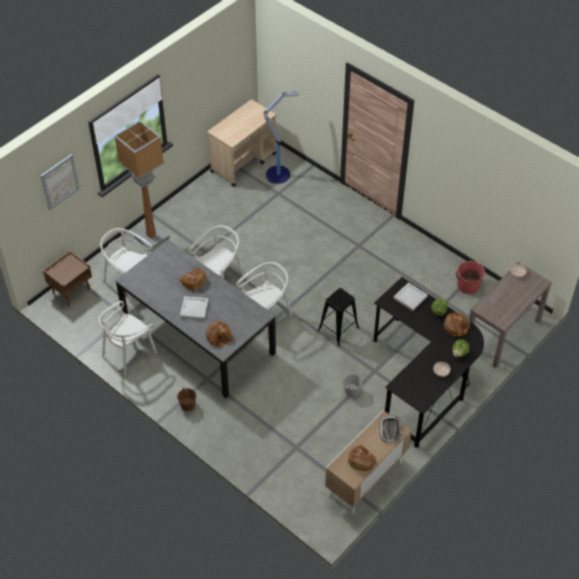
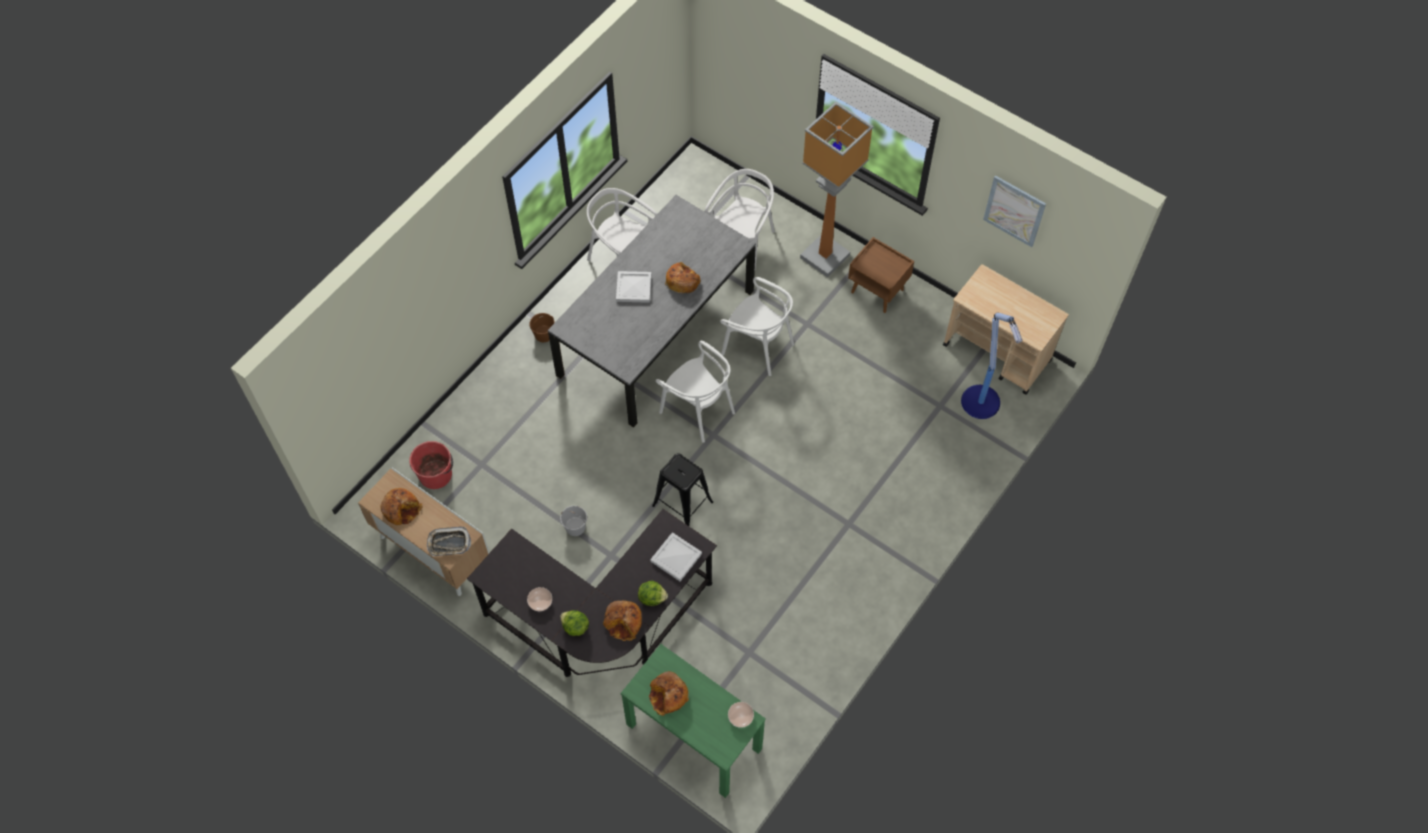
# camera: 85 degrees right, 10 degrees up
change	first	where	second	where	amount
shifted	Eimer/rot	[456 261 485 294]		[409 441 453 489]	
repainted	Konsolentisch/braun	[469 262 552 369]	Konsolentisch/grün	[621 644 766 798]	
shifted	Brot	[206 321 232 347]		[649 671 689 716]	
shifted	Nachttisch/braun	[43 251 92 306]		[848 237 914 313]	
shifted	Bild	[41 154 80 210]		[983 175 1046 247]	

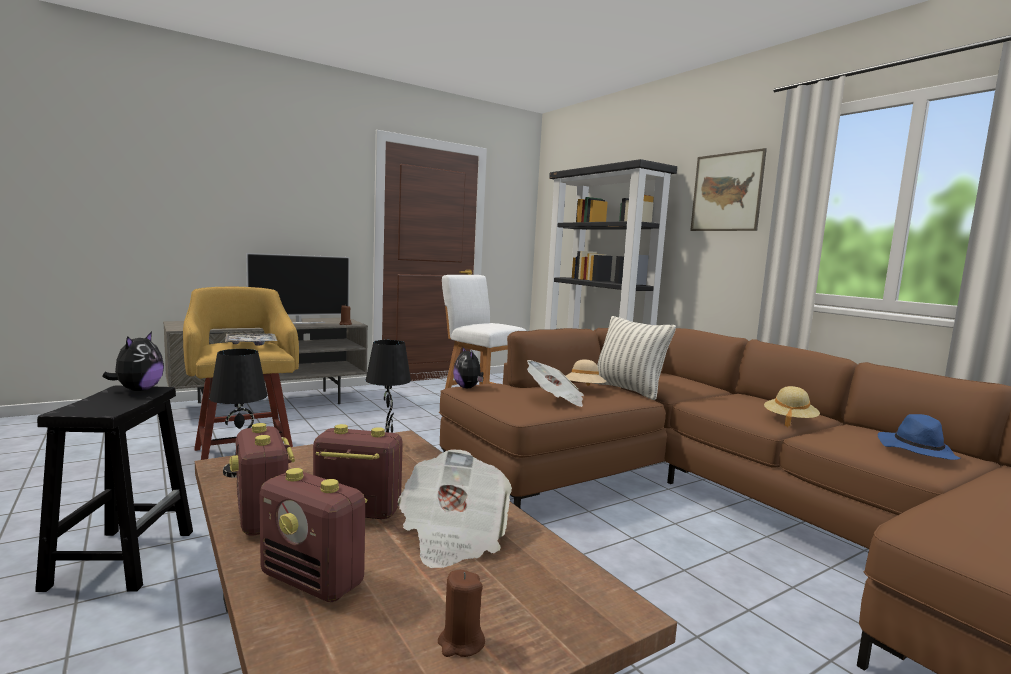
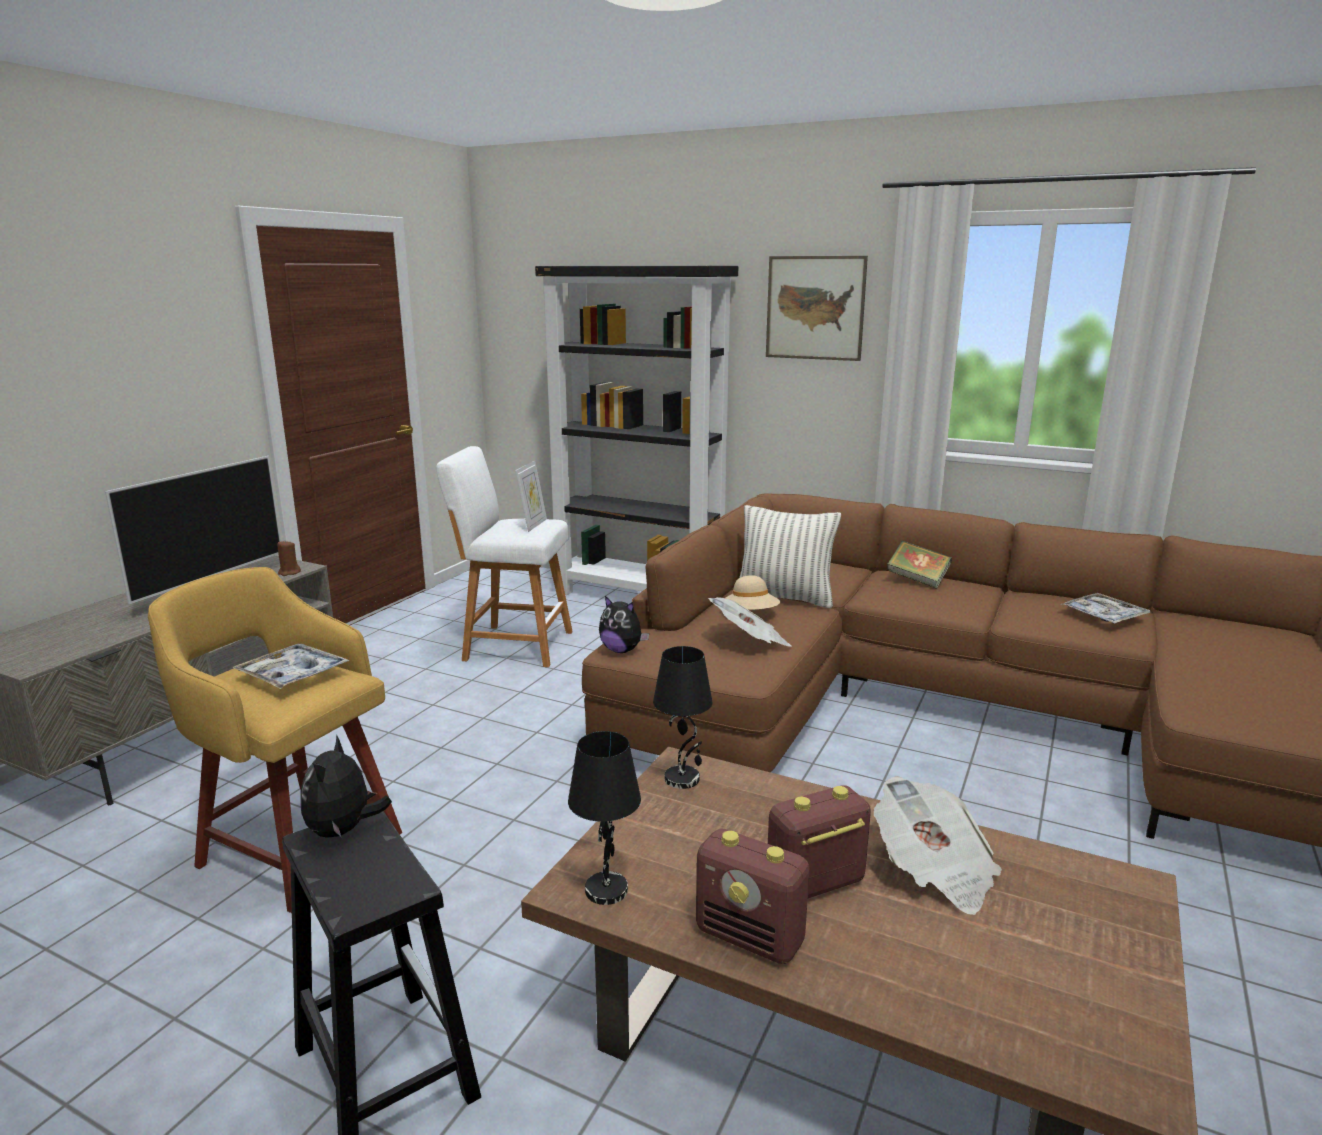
# camera: 30 degrees left, 10 degrees up
change	first	where	second	where	amount
rotated	Plüschtier	[102 332 164 391]		[300 734 392 838]	150 degrees counterclockwise
new			Bilderrahmen	[515 461 547 532]	
new			Buch	[887 541 952 589]	
swapped	Hut/blau	[878 414 960 460]	Tablett	[1060 593 1151 623]	
gone	Radio	[259 468 367 602]			
gone	Kerze/braun	[438 570 485 657]			
gone	Hut/beige	[764 386 820 427]			

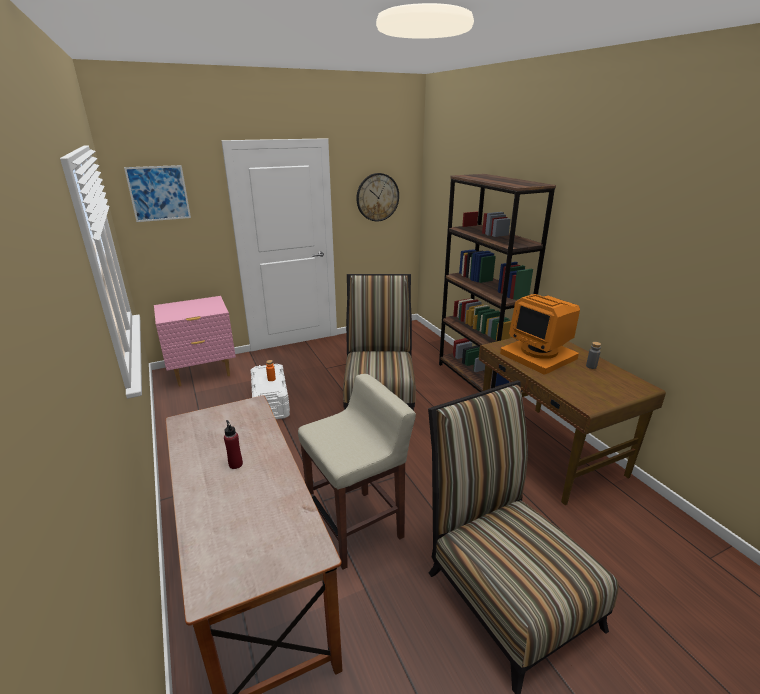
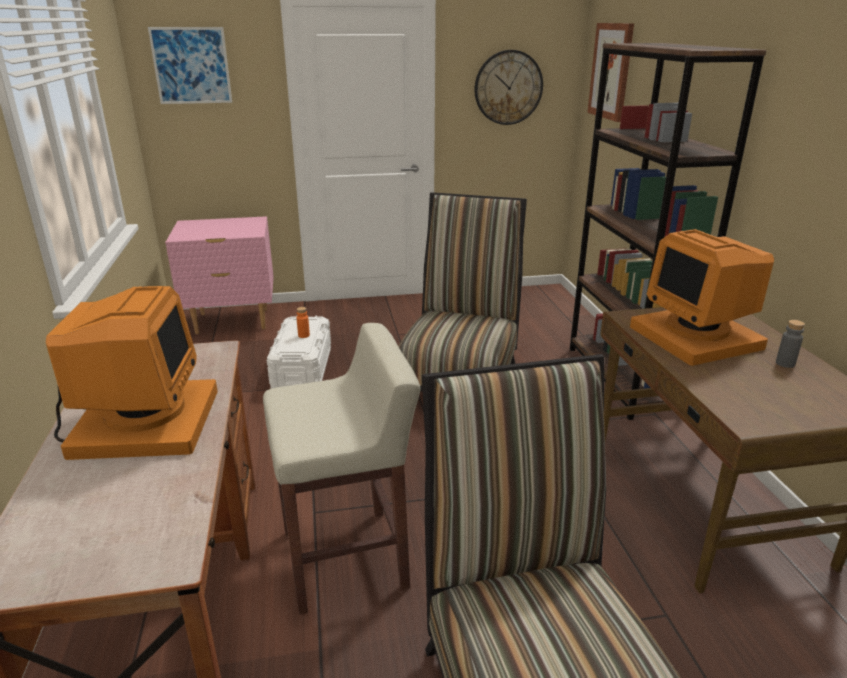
# camera: 15 degrees right, 0 degrees up
change	first	where	second	where	amount
swapped	Flasche/rot	[224 420 243 469]	Monitor	[46 286 218 460]	
new			Bild	[587 23 634 122]	

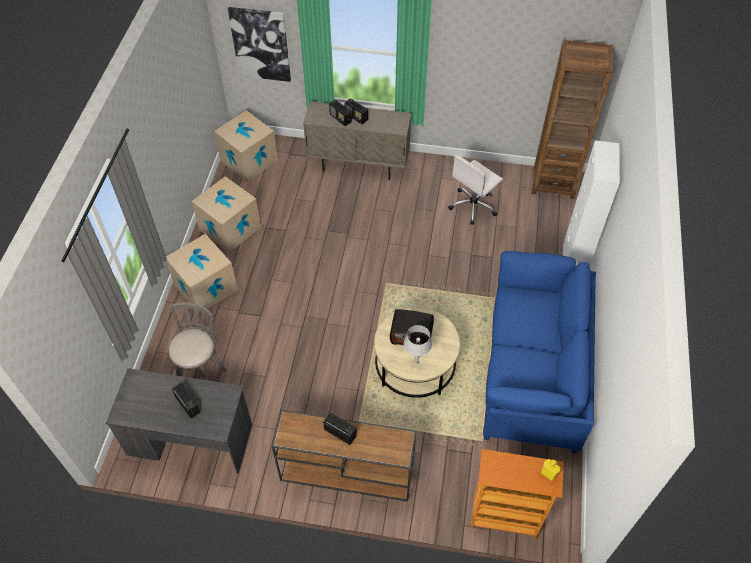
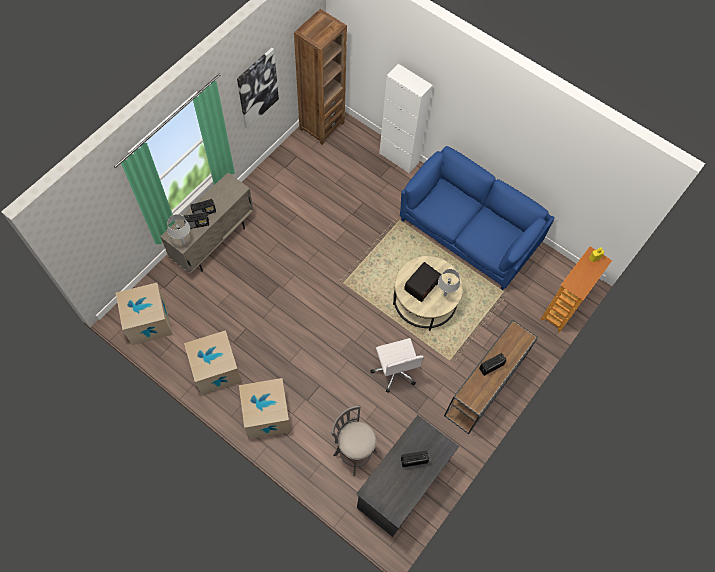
# camera: 65 degrees left, 10 degrees up
change	first	where	second	where	amount
new			Tischlampe/grau	[167 214 190 245]	
shifted	Bild	[228 7 291 82]		[237 48 279 128]	
shifted	Bürostuhl/weiß	[448 155 503 225]		[371 338 424 393]	

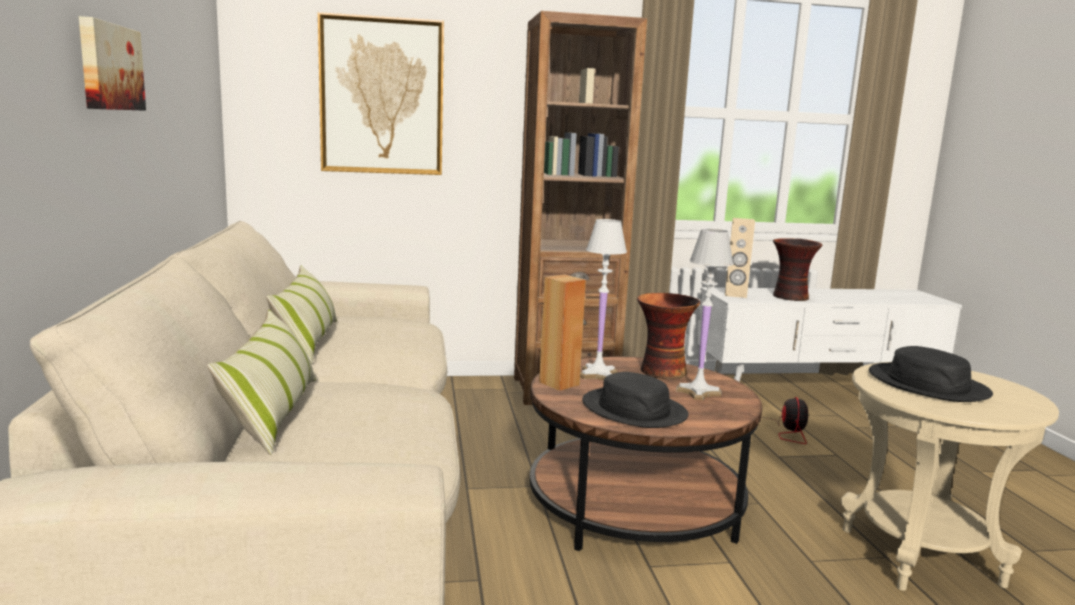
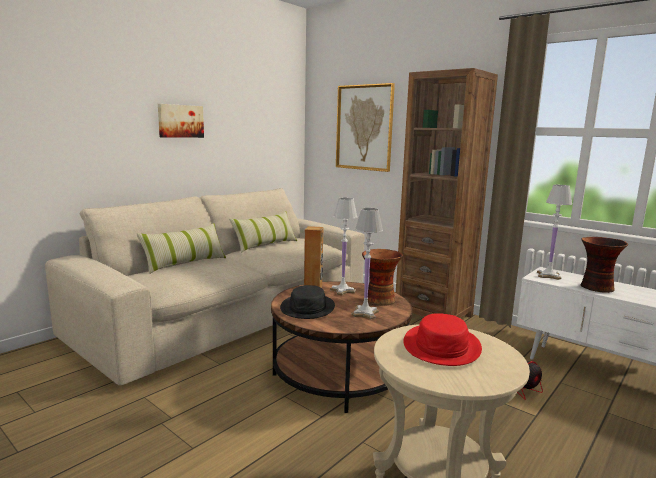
# camera: 50 degrees right, 0 degrees up
change	first	where	second	where	amount
repainted	Hut/schwarz	[869 346 993 402]	Hut/rot	[403 313 482 366]	
swapped	Lautsprecher/beige	[725 218 755 298]	Tischlampe/weiß	[537 185 572 280]	

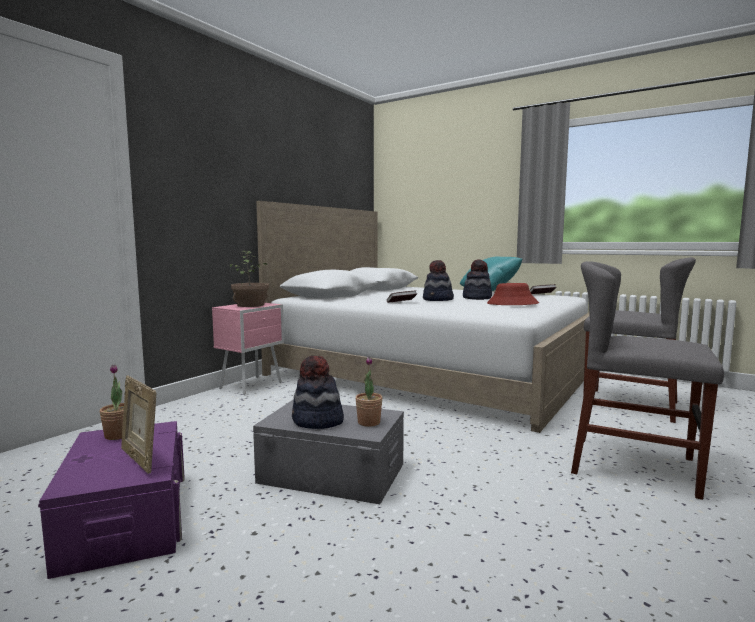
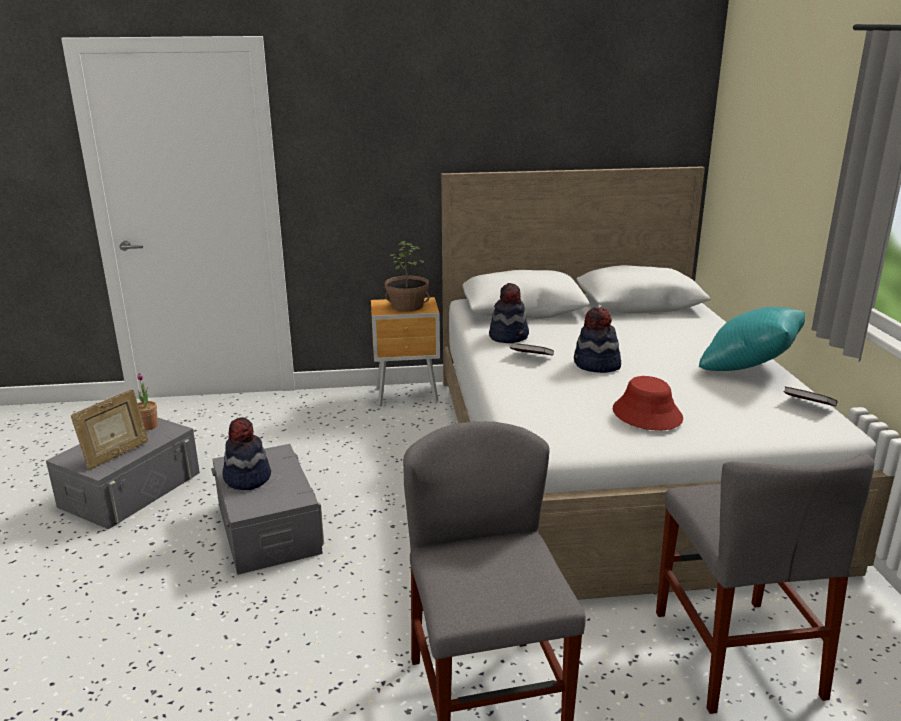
# camera: 50 degrees right, 15 degrees up
change	first	where	second	where	amount
repainted	Aufbewahrungsbox/lila	[38 421 185 579]	Aufbewahrungsbox/grau	[46 417 200 529]	
rotated	Bilderrahmen	[121 375 156 474]		[71 389 148 469]	150 degrees counterclockwise
repainted	Nachttisch/rosa	[212 303 284 395]	Nachttisch/braun	[371 297 440 406]	
shifted	Hut	[463 260 492 300]		[489 283 529 343]	
gone	Topfpflanze	[355 357 383 427]			

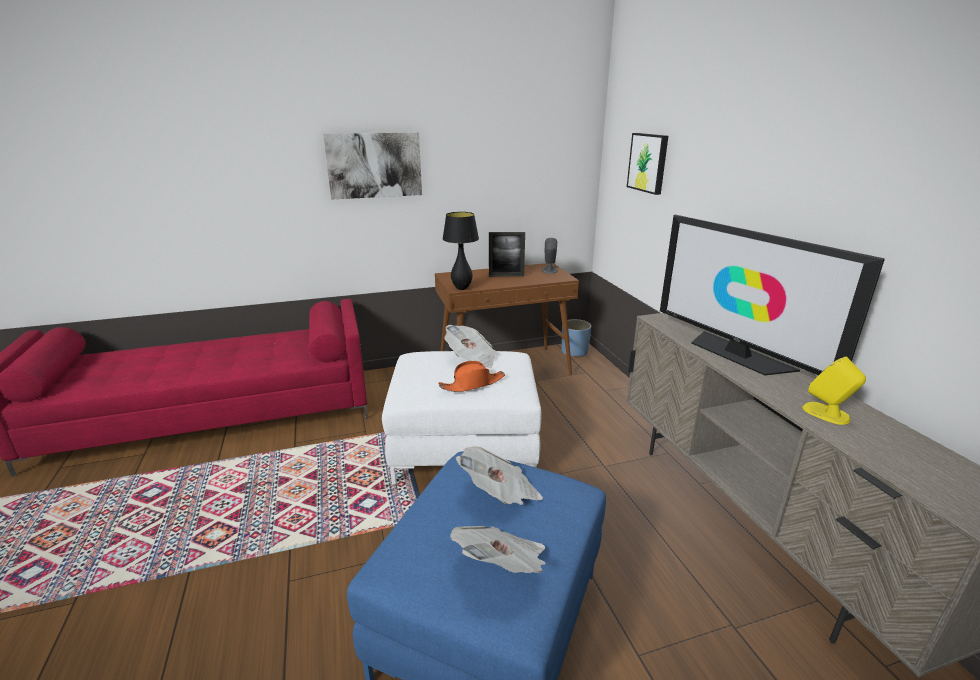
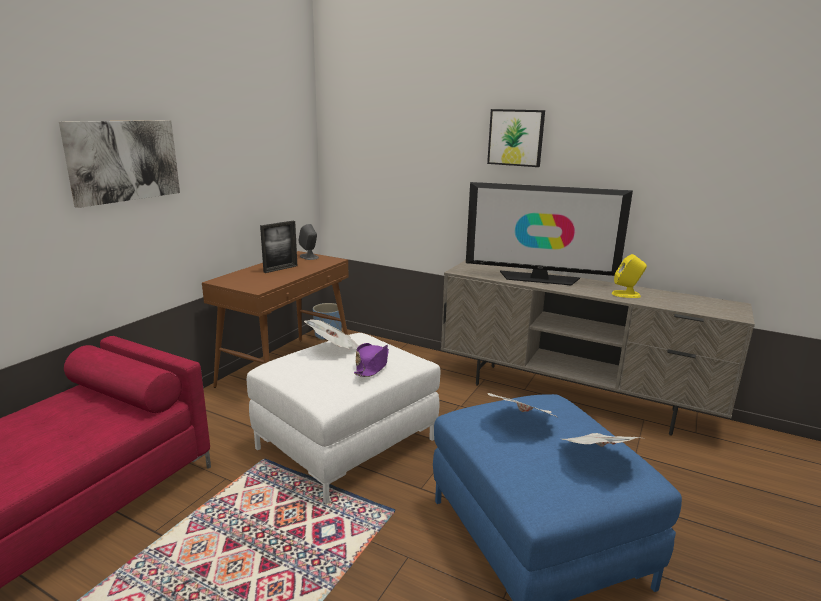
# camera: 45 degrees left, 5 degrees down
change	first	where	second	where	amount
repainted	Hut/orange	[438 361 505 392]	Hut/lila	[354 343 389 377]	
shifted	Bild	[627 133 668 195]		[487 109 545 167]	
gone	Tischlampe/schwarz	[443 212 479 290]			

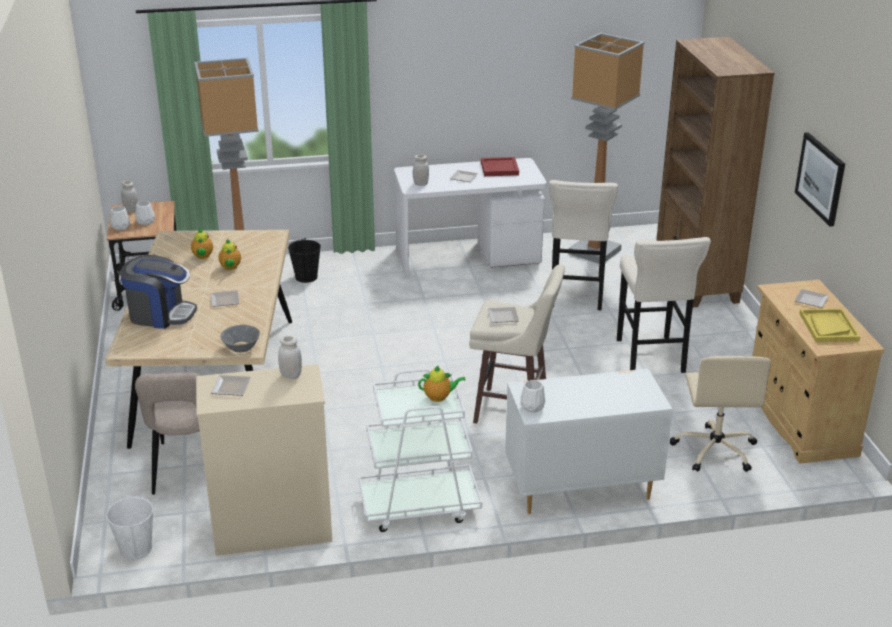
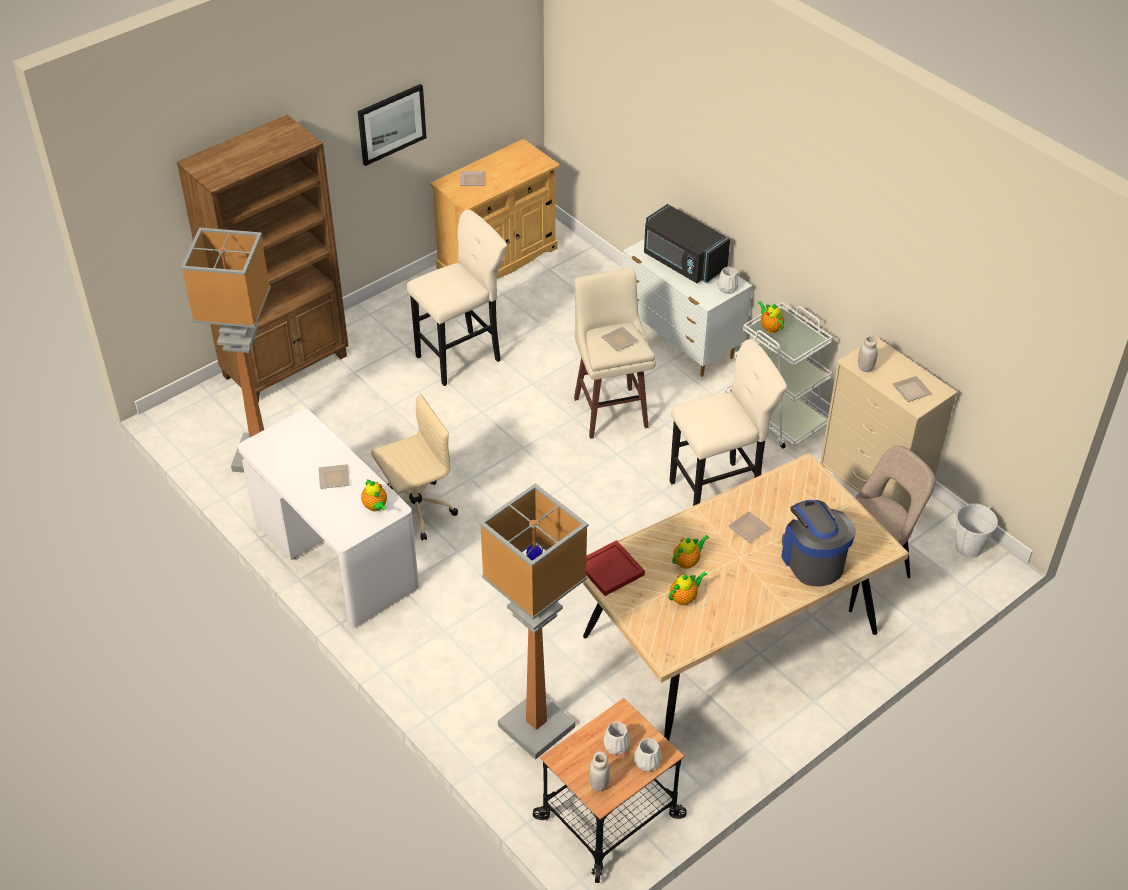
# camera: 120 degrees left, 15 degrees up
change	first	where	second	where	amount
swapped	Vorratsglas/weiß	[413 155 429 186]	Teekanne	[361 479 387 511]	
shifted	Bürostuhl/beige	[670 356 771 472]		[371 394 458 541]	
shifted	Tablett/rot	[481 157 519 176]		[586 540 645 596]	
new			Mikrowelle/schwarz	[644 204 730 284]	
shifted	Hocker/beige	[549 180 618 310]		[670 339 787 506]	
gone	Schüssel/grau	[220 325 260 352]			
gone	Eimer/schwarz	[288 238 321 283]			
gone	Tablett/gelb	[799 308 860 342]			

